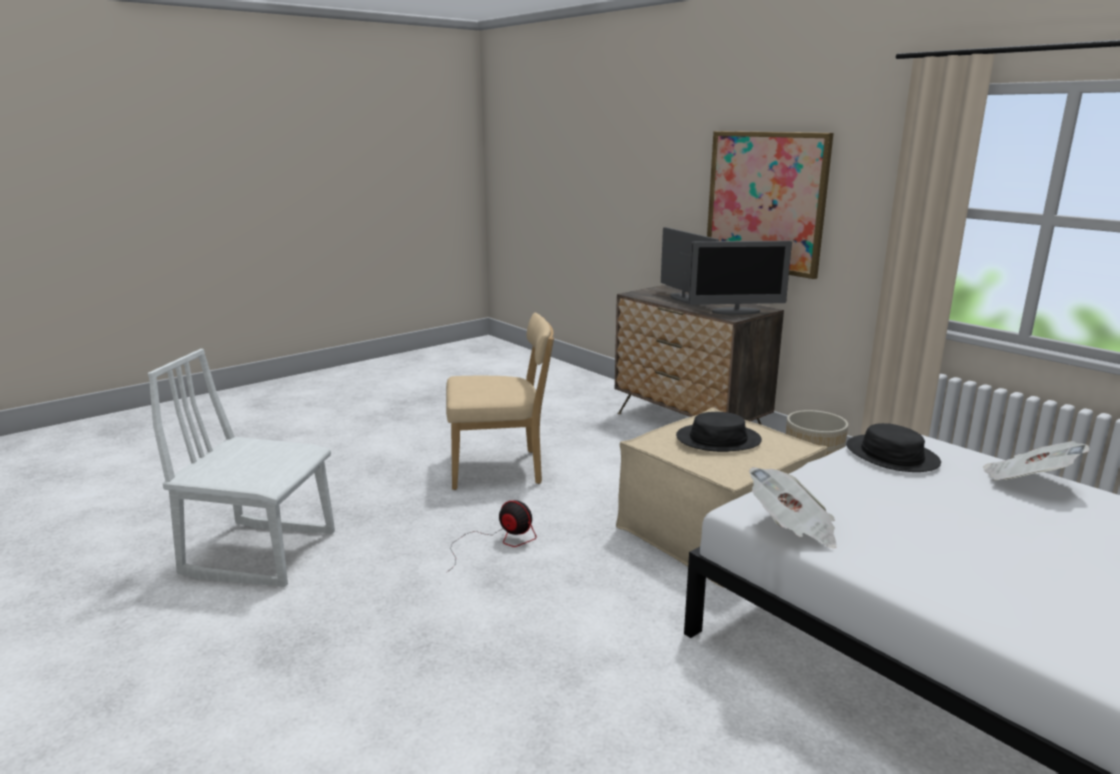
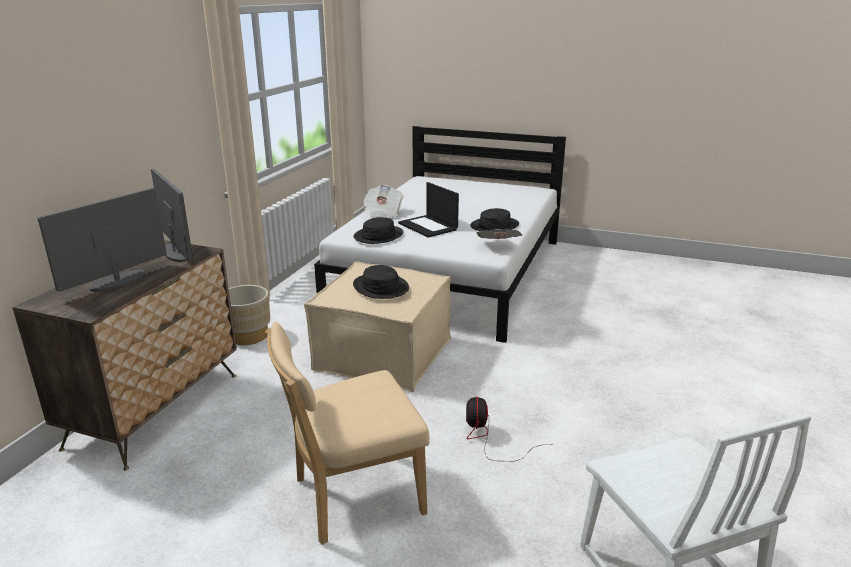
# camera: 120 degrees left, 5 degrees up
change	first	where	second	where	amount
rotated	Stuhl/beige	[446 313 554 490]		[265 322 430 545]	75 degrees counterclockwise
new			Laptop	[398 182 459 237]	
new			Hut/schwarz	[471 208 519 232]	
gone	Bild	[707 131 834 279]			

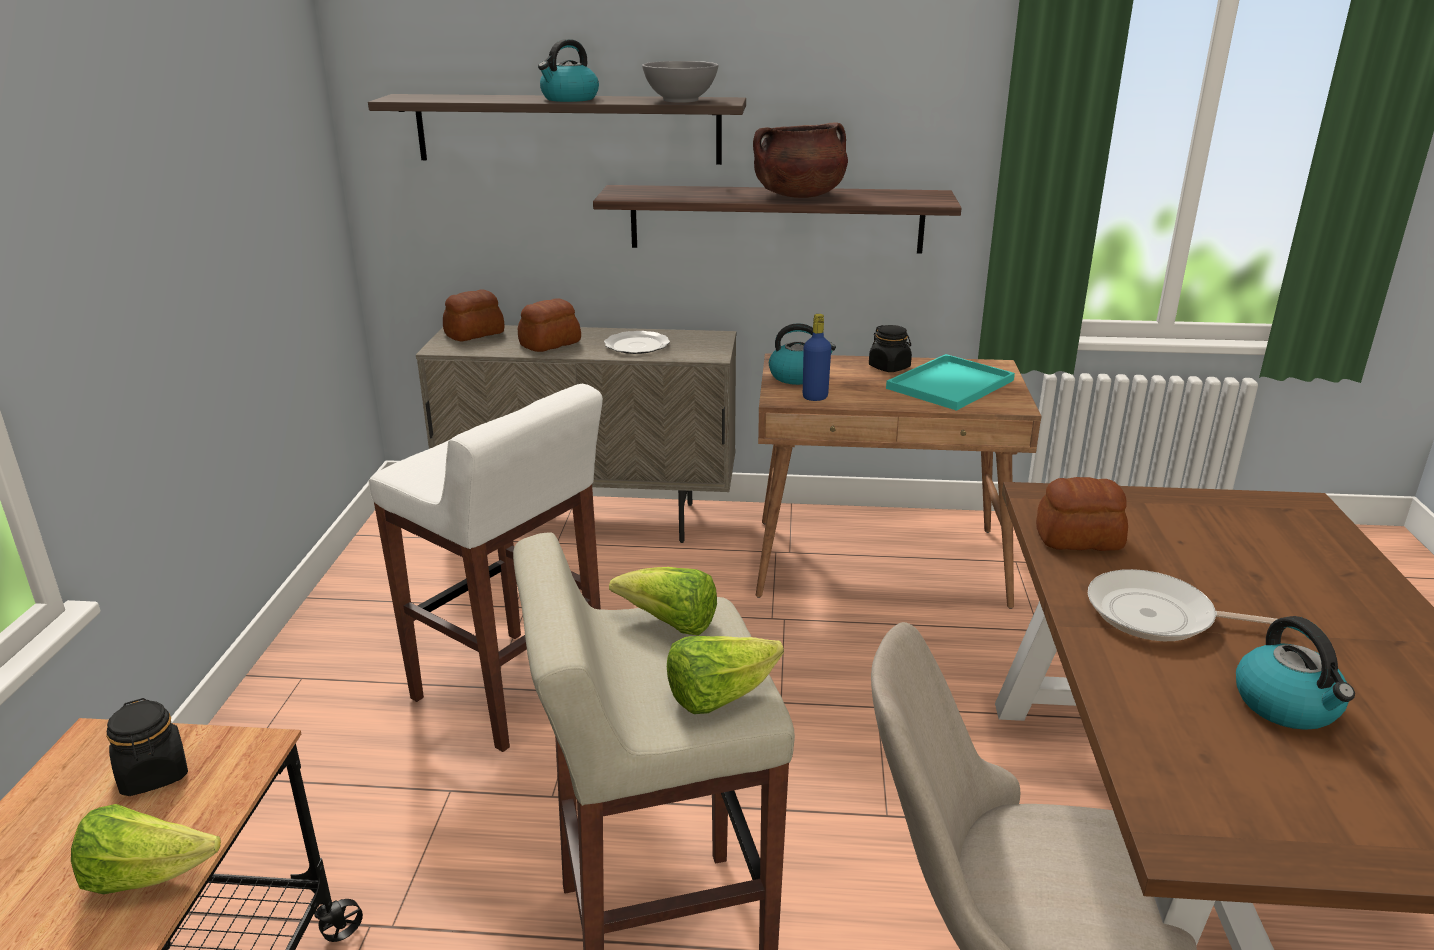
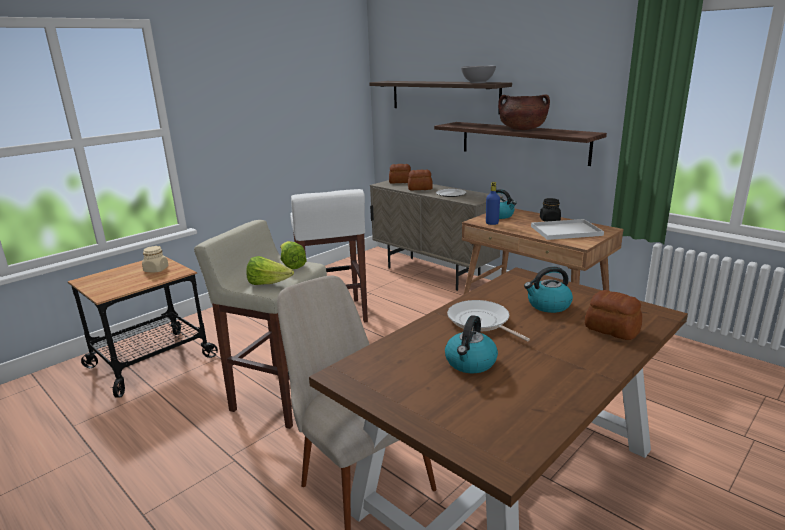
# camera: 40 degrees right, 5 degrees down
change	first	where	second	where	amount
repainted	Vorratsglas/schwarz	[106 698 188 796]	Vorratsglas/beige	[142 246 169 272]	
shifted	Wasserkessel	[538 39 599 102]		[524 267 573 313]	
repainted	Tablett/türkis	[886 354 1015 411]	Tablett/weiß	[531 219 604 240]	
shifted	Brot	[1036 477 1128 551]		[585 290 642 340]	
gone	Salatkopf	[71 804 221 894]			

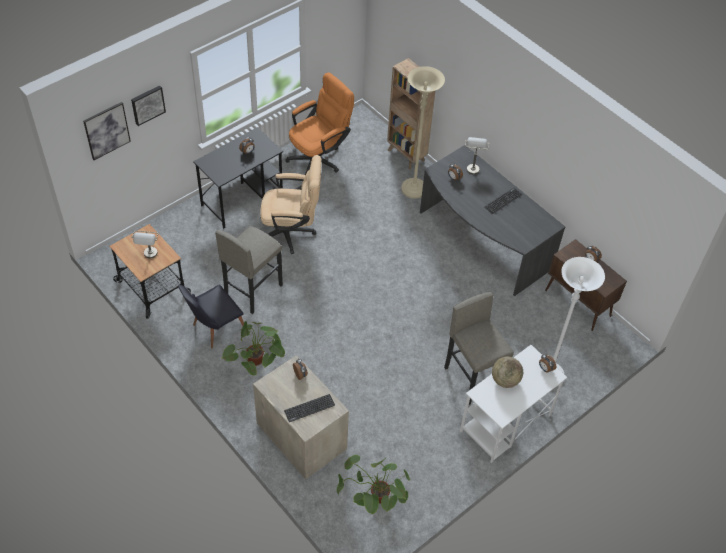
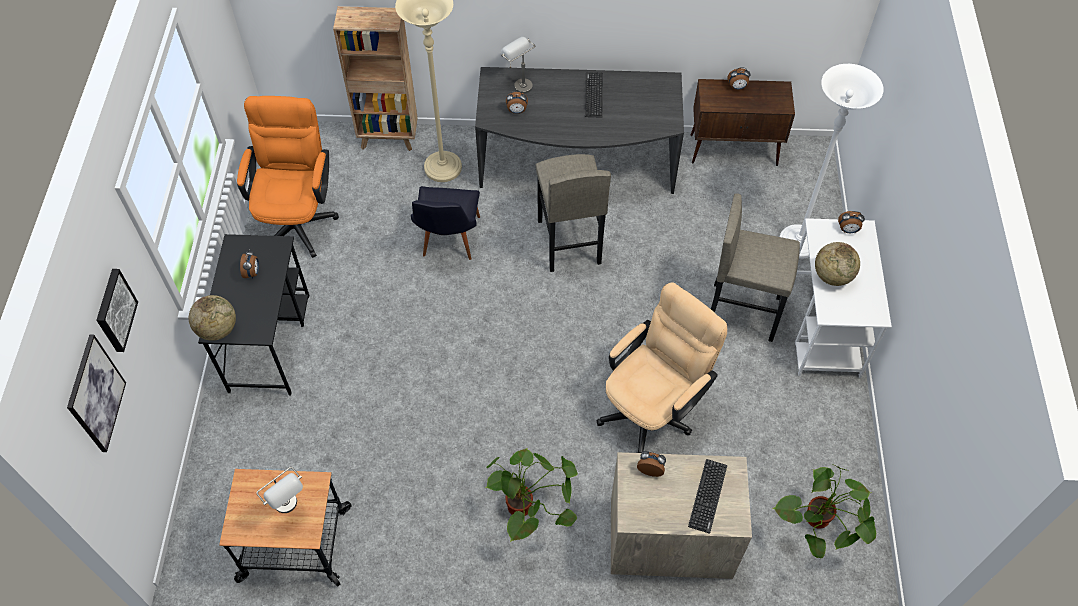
# camera: 45 degrees left, 5 degrees up
change	first	where	second	where	amount
new			Globus	[189 295 236 341]	
shifted	Stuhl/schwarz	[178 284 244 348]		[411 186 480 260]	
shifted	Hocker/grau	[215 226 283 314]		[536 154 611 272]	
shifted	Bürostuhl/beige	[260 155 321 254]		[597 282 727 453]	

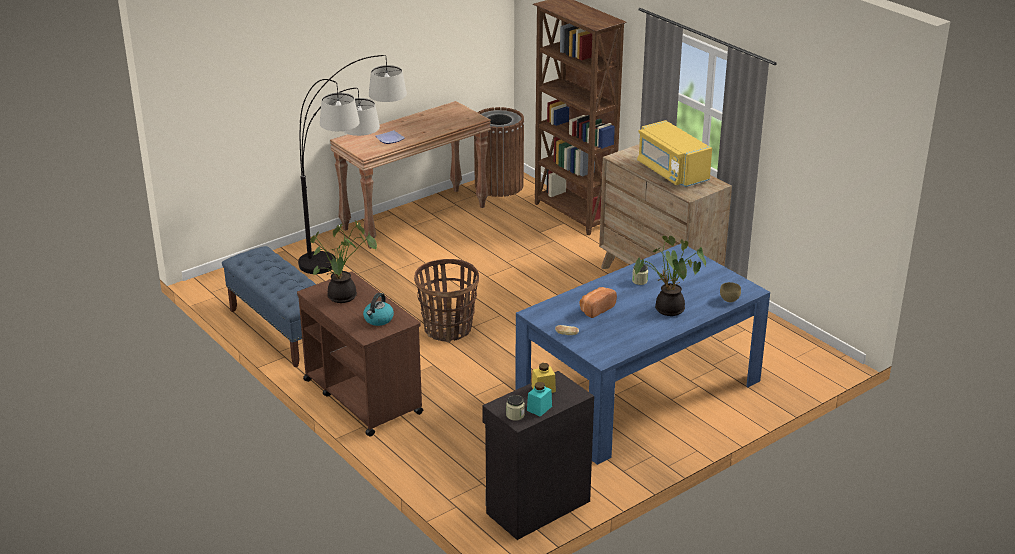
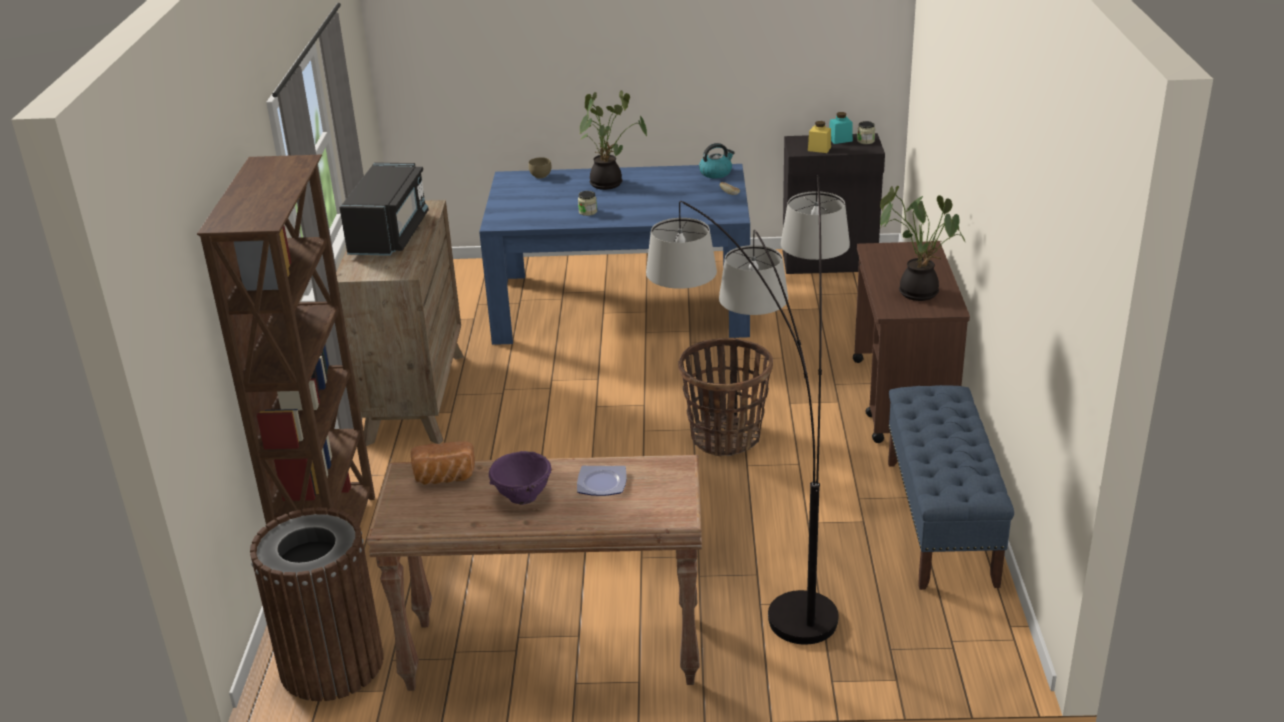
# camera: 140 degrees left, 0 degrees up
change	first	where	second	where	amount
repainted	Mikrowelle/gelb	[637 120 712 187]	Mikrowelle/schwarz	[340 162 429 256]	
shifted	Brot	[579 287 617 318]		[411 441 475 485]	
new			Schüssel/lila	[489 451 552 505]	
shifted	Wasserkessel	[363 293 394 326]		[699 143 735 178]	

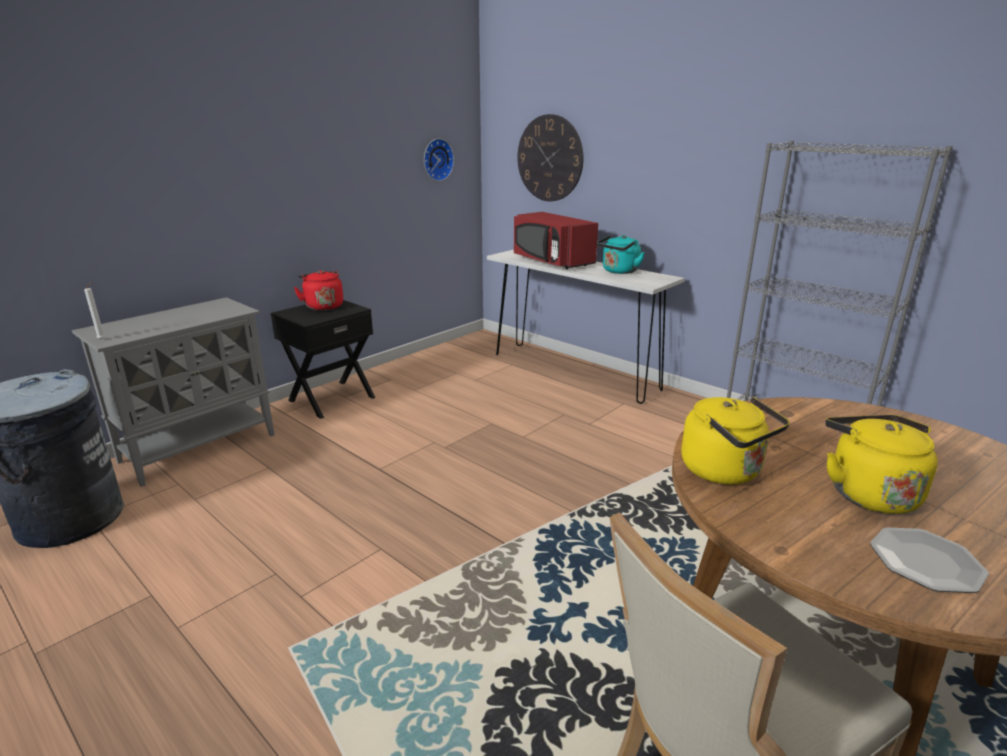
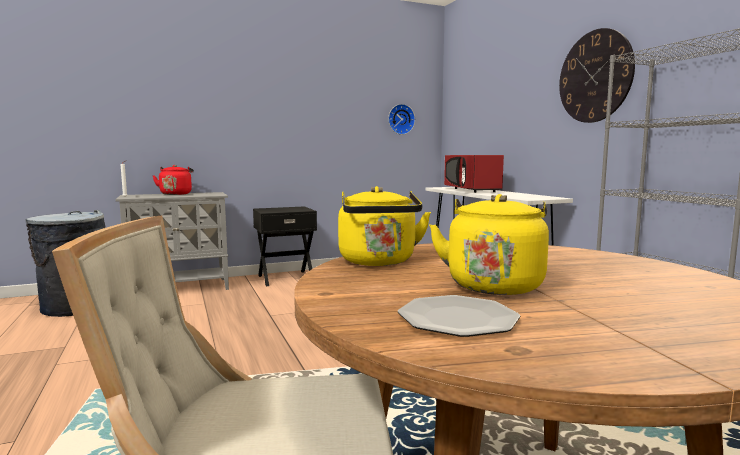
# camera: 25 degrees right, 15 degrees down
change	first	where	second	where	amount
shifted	Wasserkessel/rot	[294 270 343 311]		[152 165 194 195]	
shifted	Wanduhr	[517 114 584 201]		[559 28 635 123]	
gone	Wasserkessel/türkis	[597 235 645 274]			

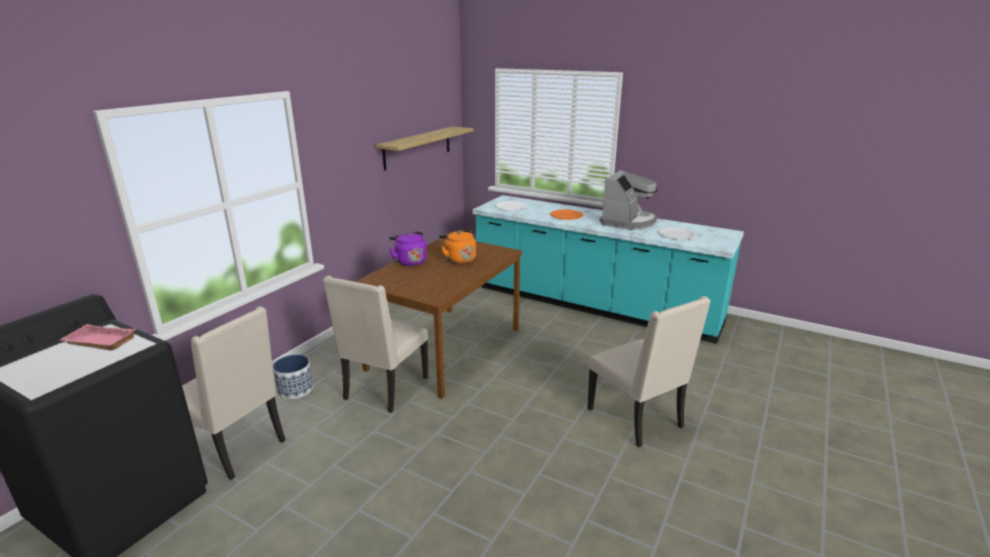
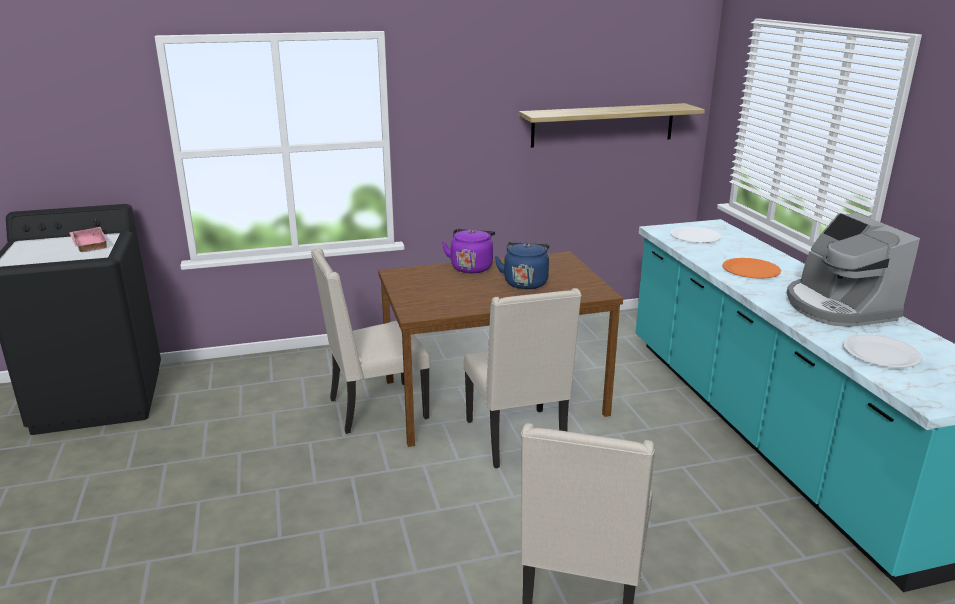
# camera: 45 degrees right, 0 degrees up
change	first	where	second	where	amount
shifted	Stuhl/beige	[182 306 286 480]		[464 288 582 468]	
repainted	Wasserkessel/orange	[439 230 476 264]	Wasserkessel/blau	[495 242 549 289]	
rotated	Kaffeemaschine	[600 170 658 230]		[787 213 920 327]	90 degrees clockwise
gone	Pflanzkübel	[273 355 313 399]			

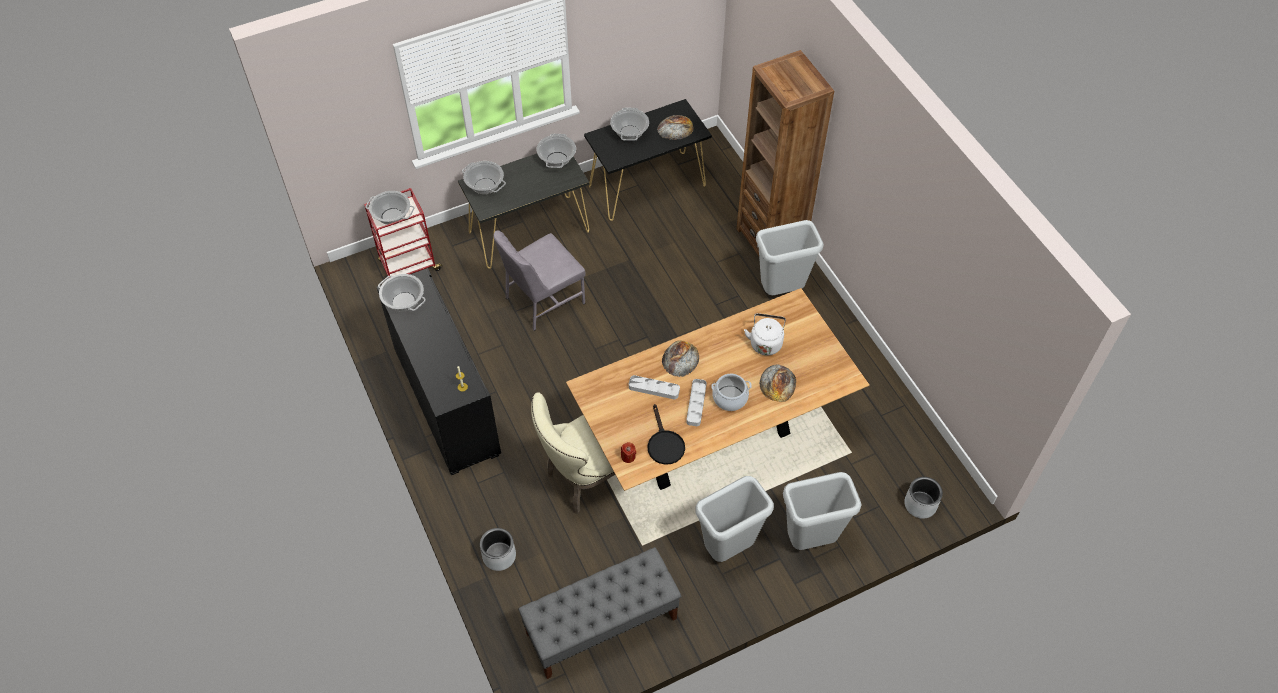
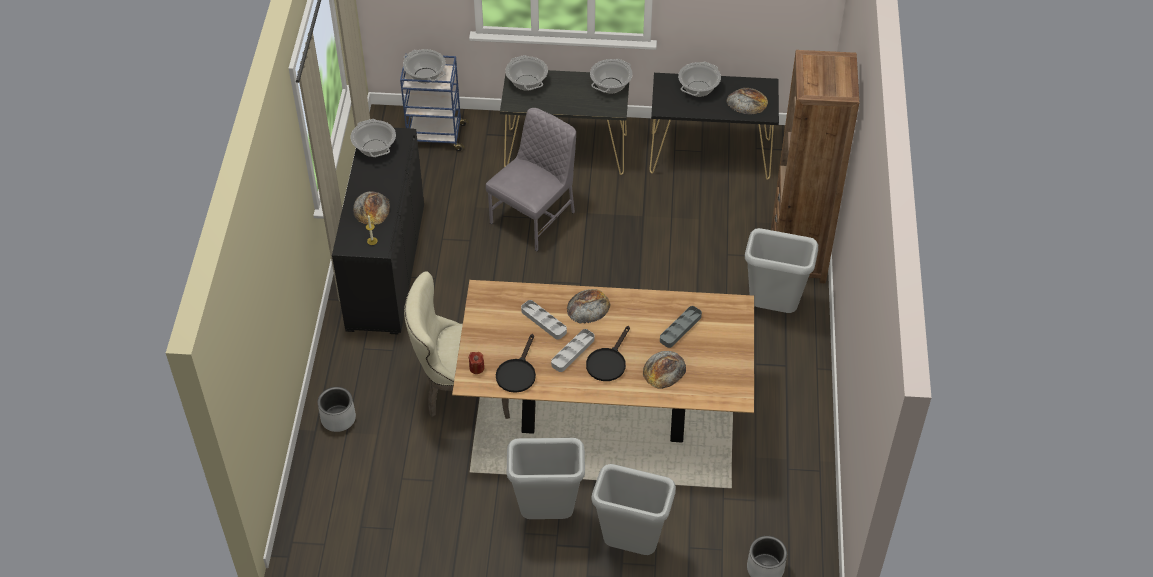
# camera: 30 degrees right, 5 degrees down
change	first	where	second	where	amount
new			Brot	[353 191 390 225]	
repainted	Rollwagen/rot	[364 188 443 278]	Rollwagen/blau	[400 54 469 151]	
rotated	Stuhl/grau	[493 230 586 331]		[486 108 576 252]	135 degrees clockwise
swapped	Kochtopf	[711 374 752 411]	Pfanne/schwarz	[586 326 630 381]	
swapped	Wasserkessel/weiß	[744 313 786 356]	Tablett/grau	[660 306 702 348]	
gone	Bank/grau	[518 547 682 679]			

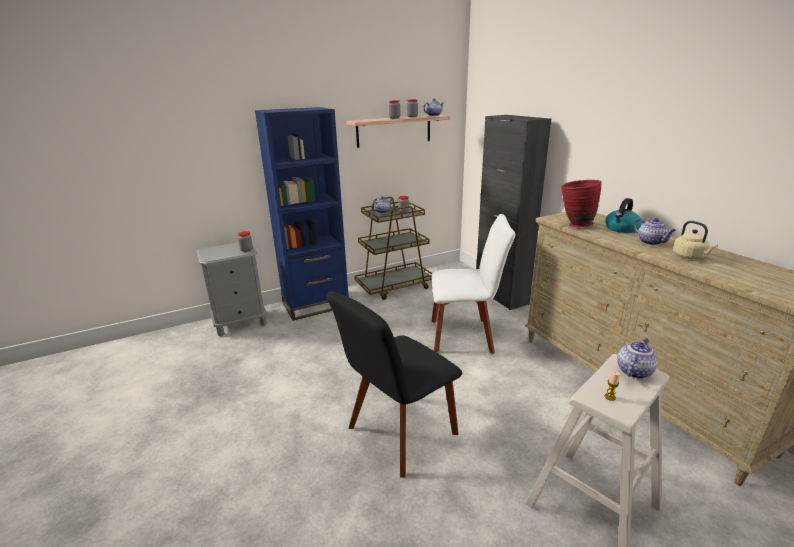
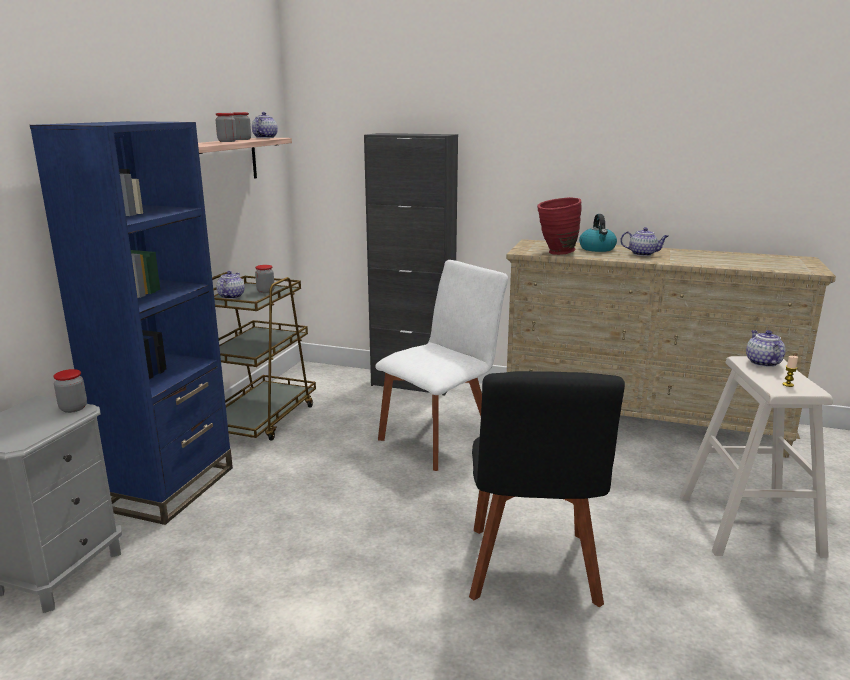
# camera: 45 degrees left, 5 degrees down
change	first	where	second	where	amount
gone	Wasserkessel/beige	[673 221 718 259]			

